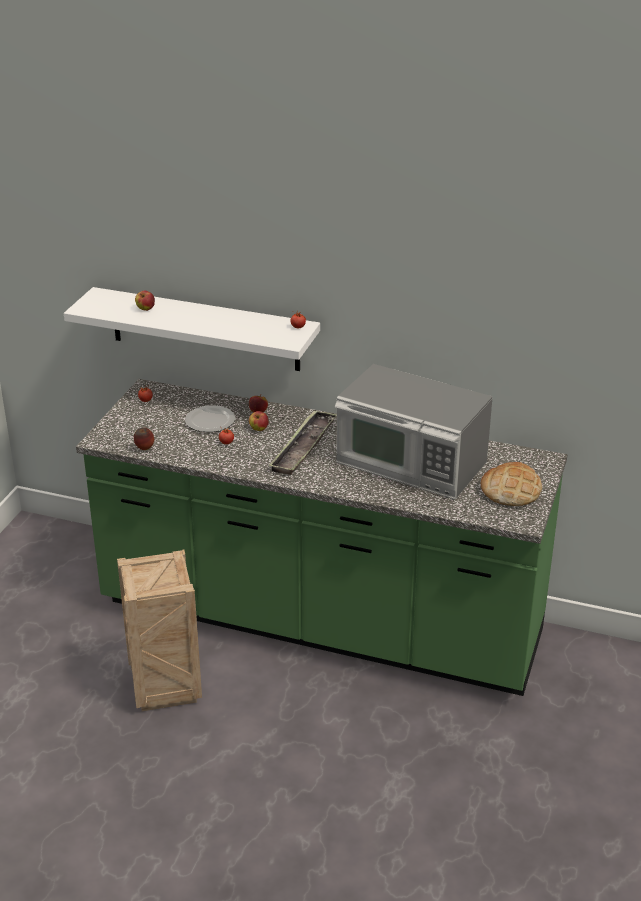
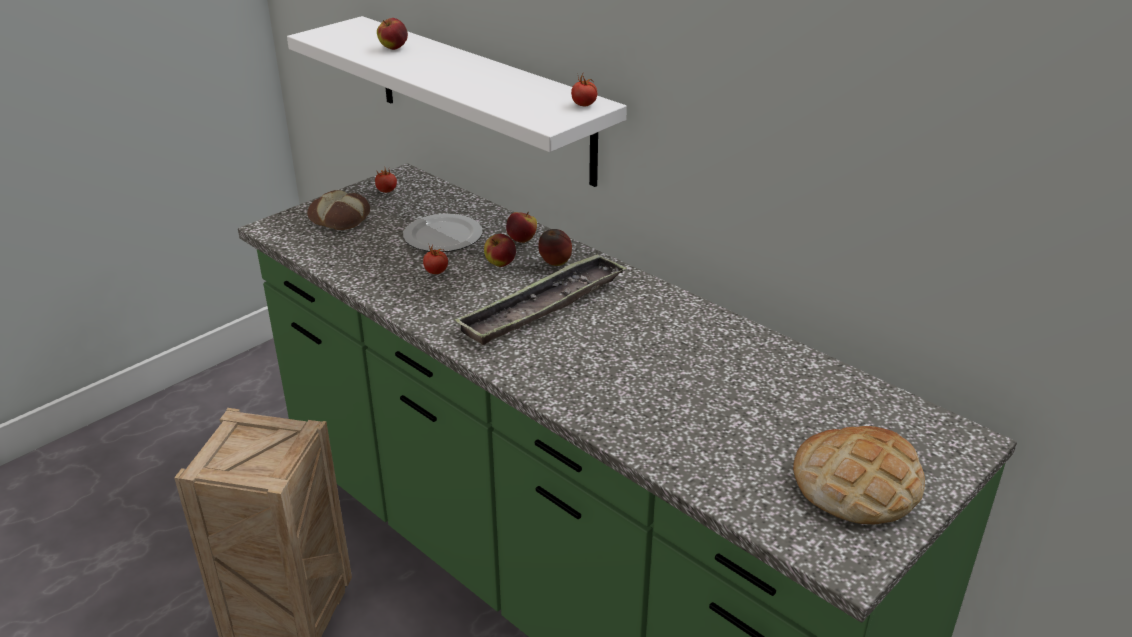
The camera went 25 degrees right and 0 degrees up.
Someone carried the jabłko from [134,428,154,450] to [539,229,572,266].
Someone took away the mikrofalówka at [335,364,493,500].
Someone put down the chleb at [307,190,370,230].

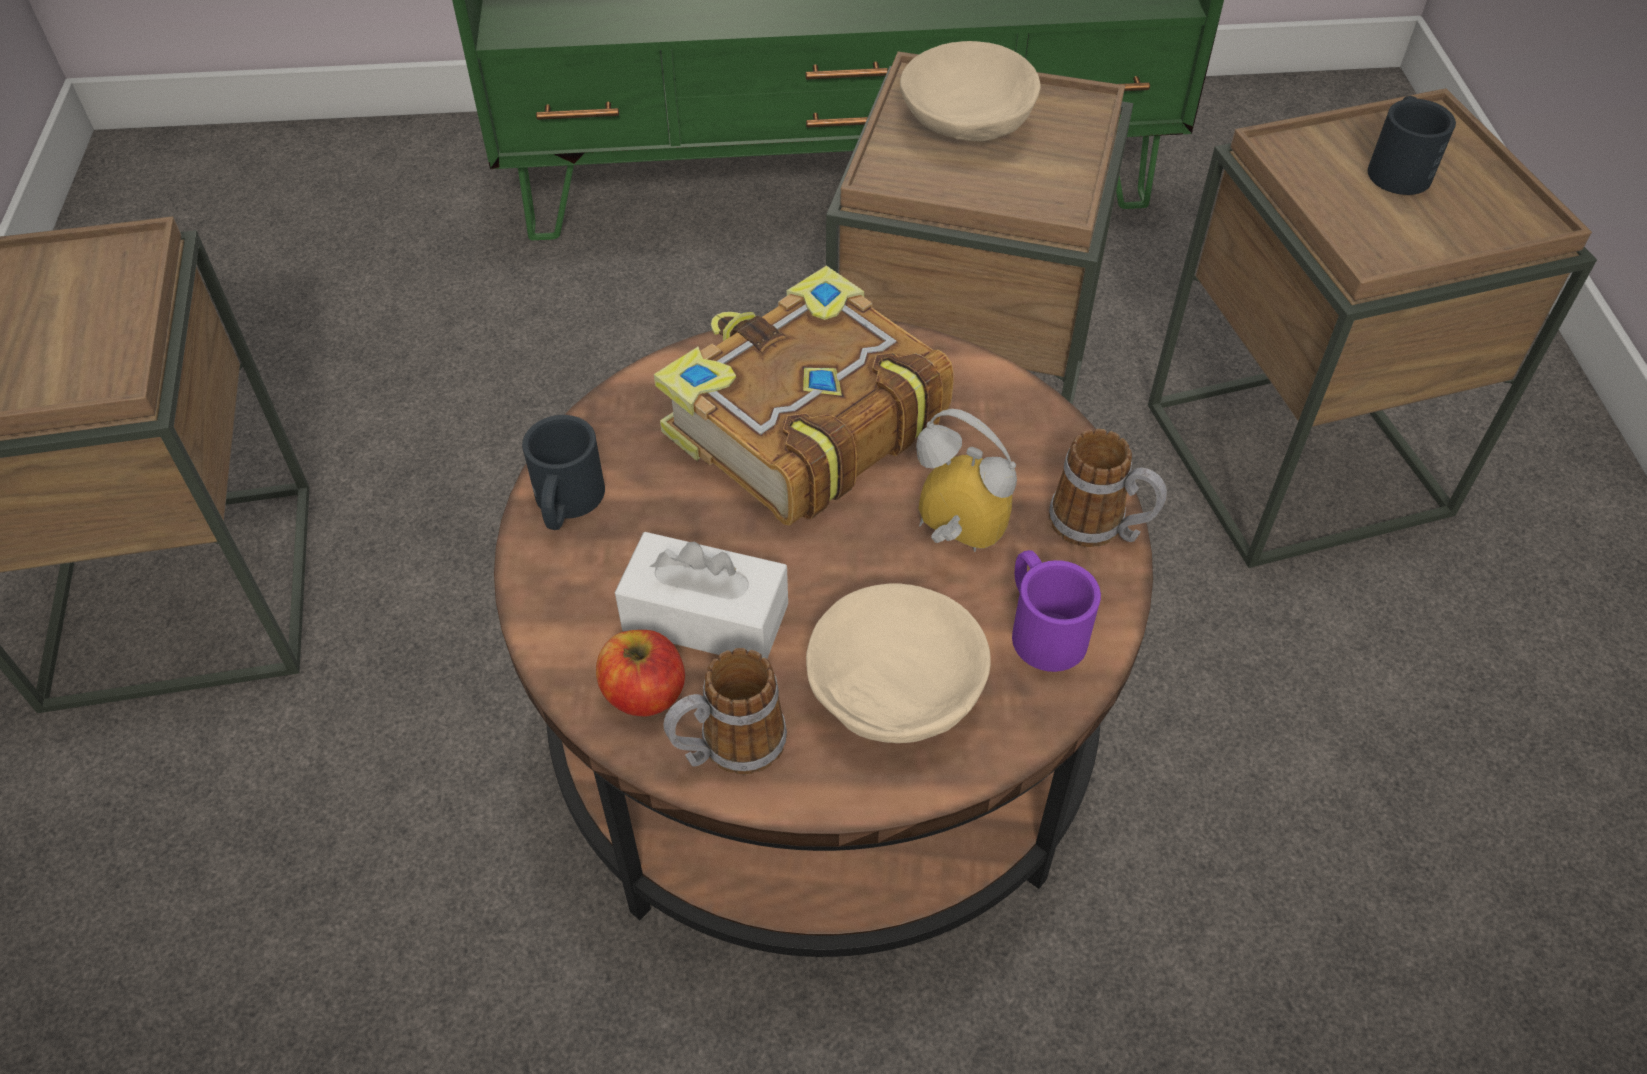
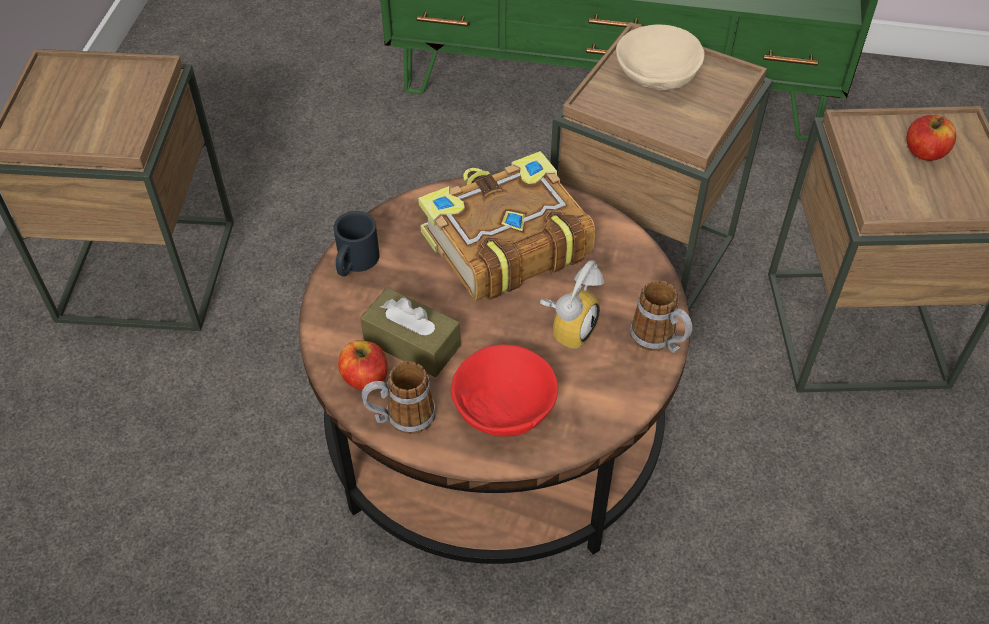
The camera went 15 degrees right and 0 degrees up.
Someone repainted the pudełko chusteczek/biały at [615,532,788,659], which became the pudełko chusteczek/brązowy at [360,287,461,377].
Someone repainted the miska/beżowy at [806,583,991,743], which became the miska/czerwony at [451,345,558,437].
Someone rotated the budzik at [916,409,1017,552] by 75 degrees clockwise.
Someone took away the kubek/fioletowy at [1012,550,1101,672].
Someone swapped the kubek/czarny at [1368,96,1456,195] for the jabłko at [906,115,956,161].

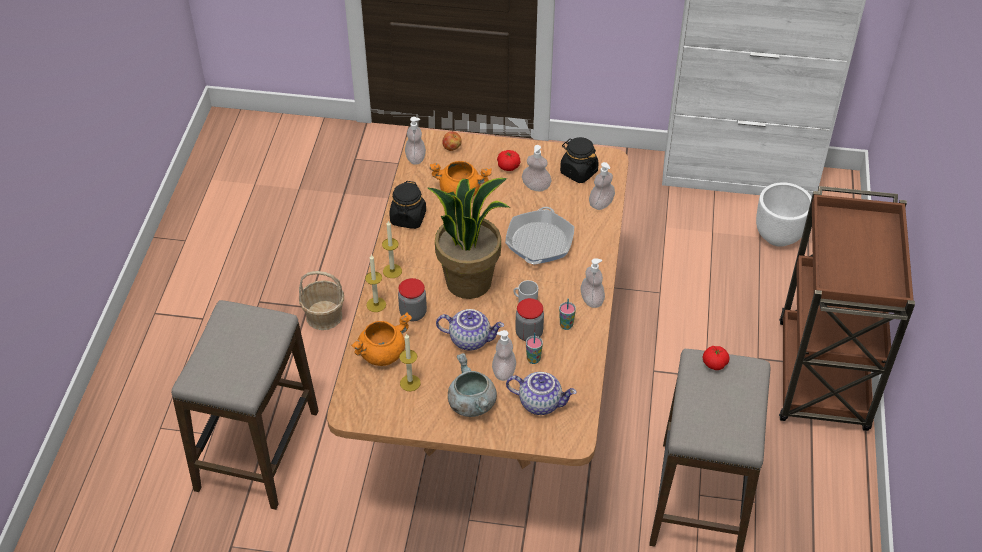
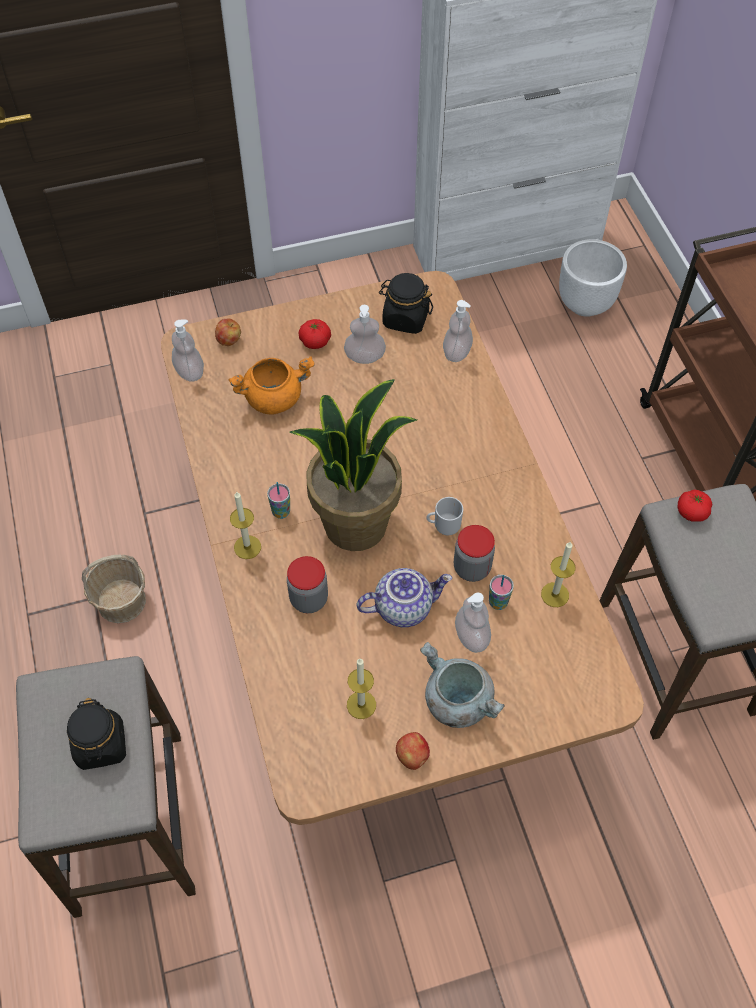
The camera went 25 degrees left and 10 degrees up.
Someone took away the garnek/pomarańczowy at [351,312,412,366].
Someone carried the świeca from [365,254,386,312] to [541,542,576,607].
Someone carried the słoik/czarny from [390,181,426,229] to [67,698,126,770].
Someone took away the patelnia at [505,207,574,265].
Someone took away the imbryk at [506,372,577,415].
Someone carried the filiżanka from [559,299,576,330] to [267,482,290,519].
Someone took away the dozownik mydła at [580,258,605,308].
Someone put down the jabłko at [396,732,430,770].

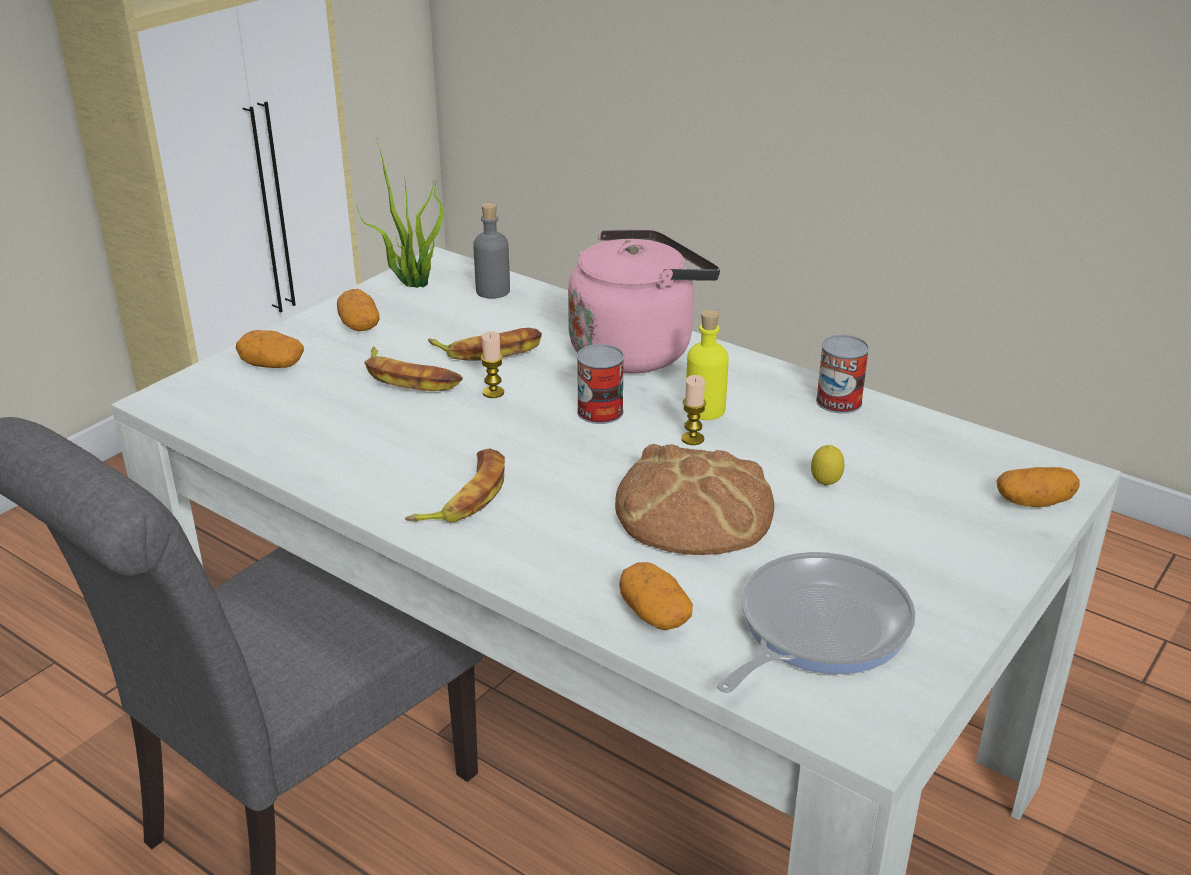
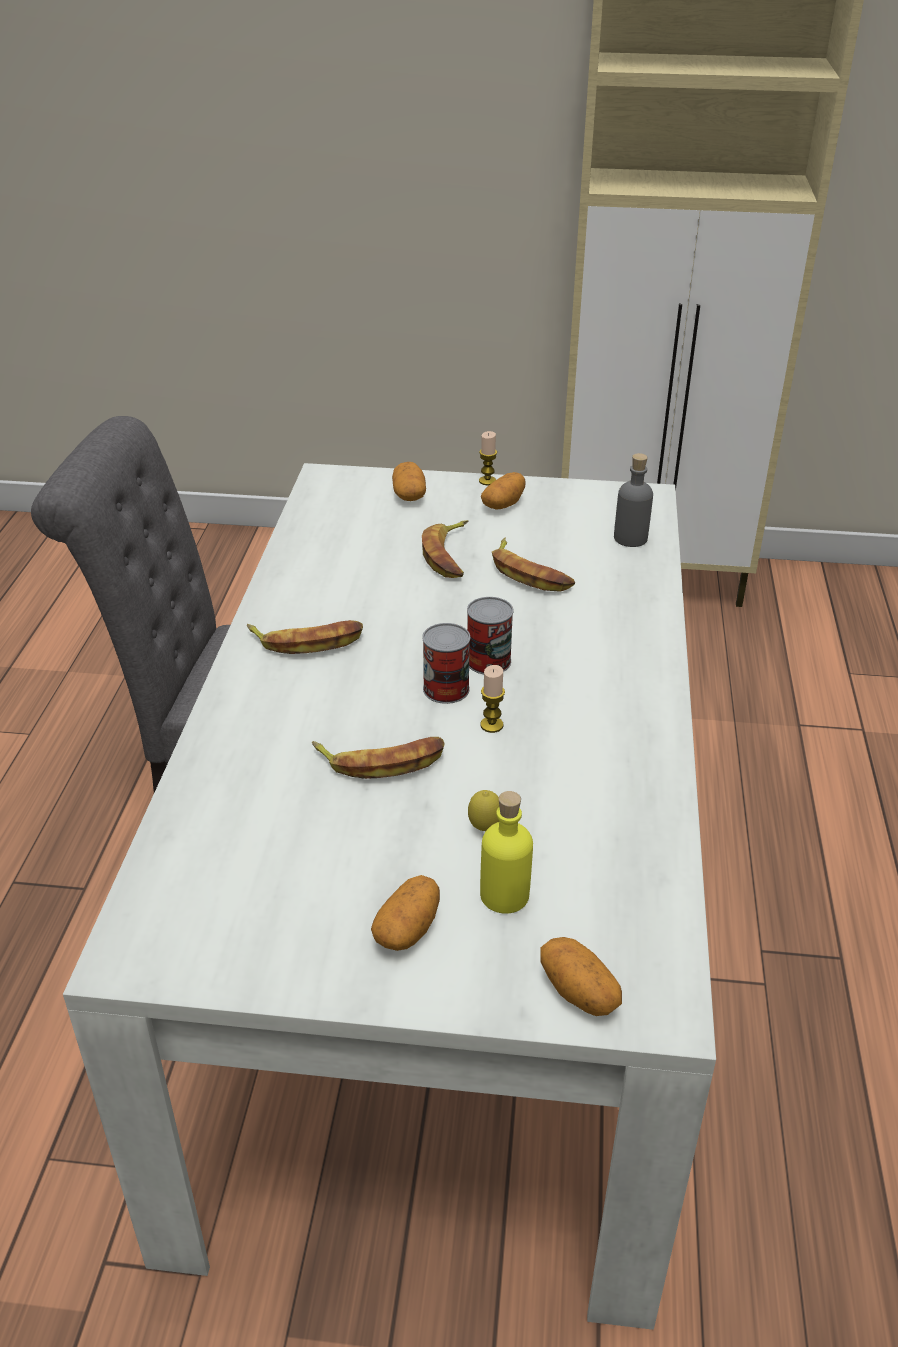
The camera went 60 degrees right and 5 degrees up.
Someone took away the roślina doniczkowa at [357,139,444,288].
Someone carried the świeca from [481,331,504,398] to [479,431,497,485].
Someone took away the czajnik/różowy at [568,229,720,373].
Someone swapped the chleb at [615,444,774,555] for the banan at [312,737,445,779].
Someone carried the ziemniak from [619,562,693,630] to [371,875,440,951].
Someone carried the butelka/żółty from [685,310,729,420] to [480,791,533,914].
Someone took away the patelnia at [717,552,915,693].
Someone carried the puszka from [816,335,869,414] to [422,623,470,704].

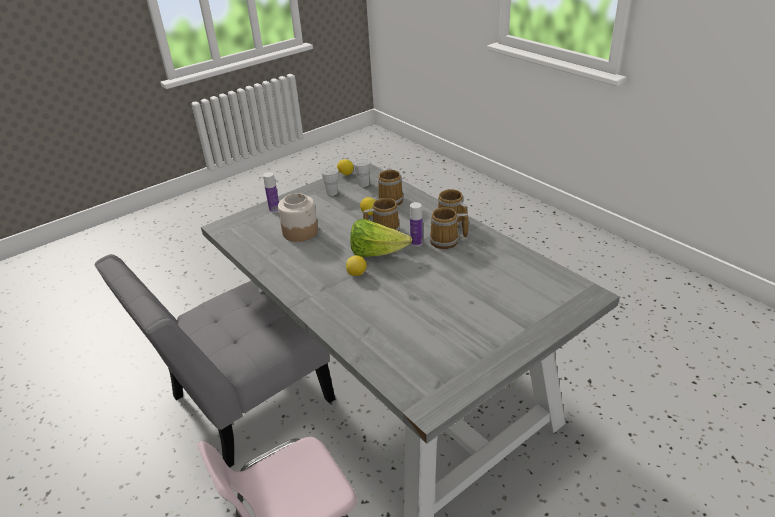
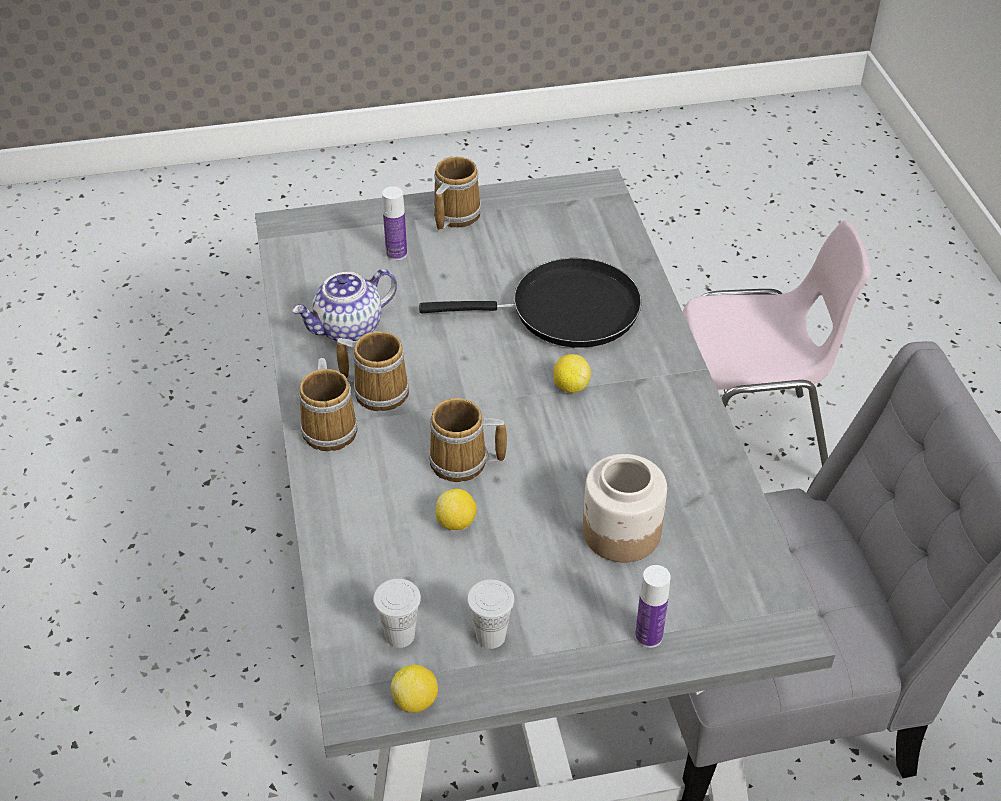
The camera went 155 degrees left and 10 degrees up.
Someone took away the sałata at [350,219,412,257].
Someone carried the kubek from [378,168,404,205] to [433,156,482,230].
Someone carried the butelka from [410,202,423,246] to [382,186,407,261].
Someone put down the imbryk at [292,269,397,341].
Someone put down the patelnia/czarny at [419,258,642,348].

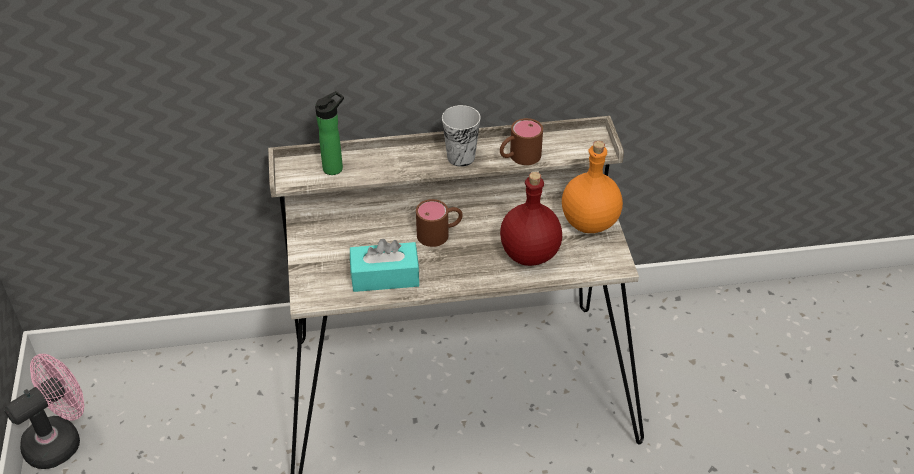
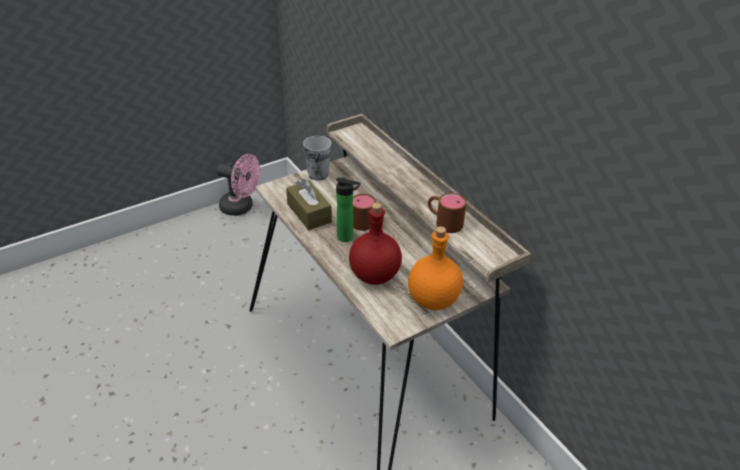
The camera went 65 degrees right and 5 degrees down.
Someone carried the butelka from [315,91,344,175] to [336,177,360,242].
Someone repainted the pudełko chusteczek/turkusowy at [350,239,420,292], which became the pudełko chusteczek/brązowy at [286,179,332,230].
Someone carried the filiżanka from [442,105,481,167] to [303,136,331,180].

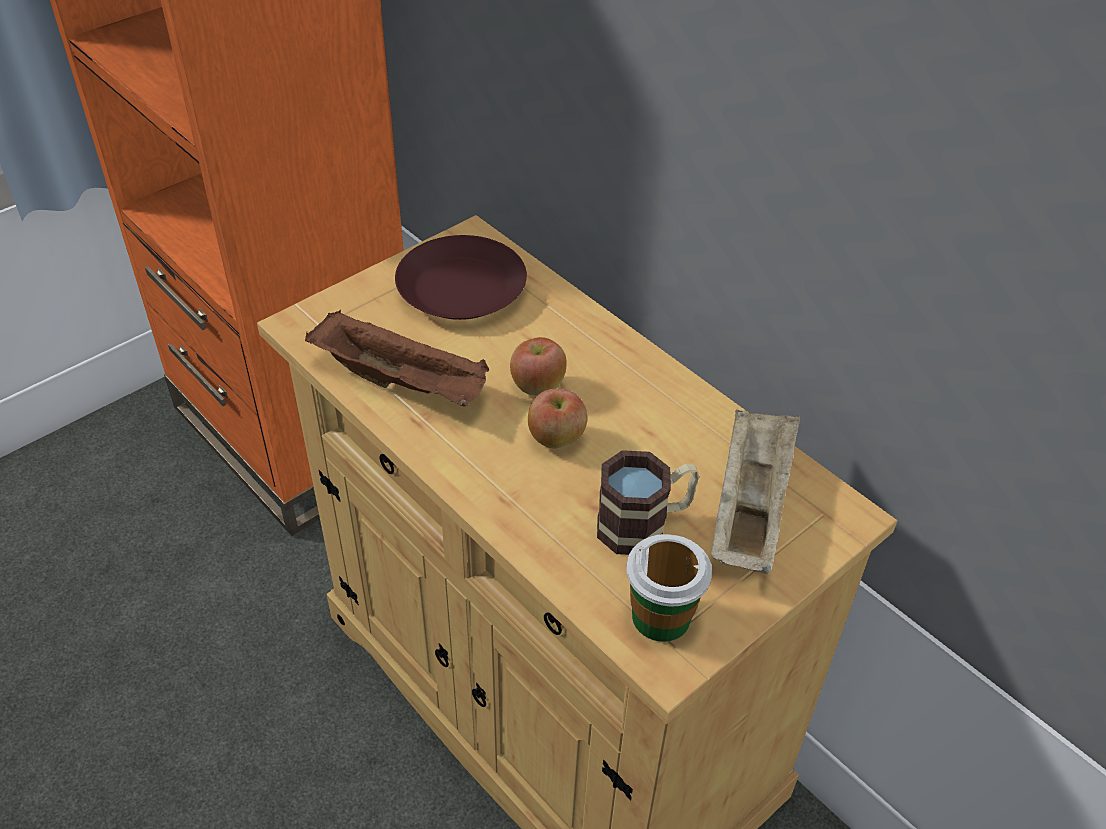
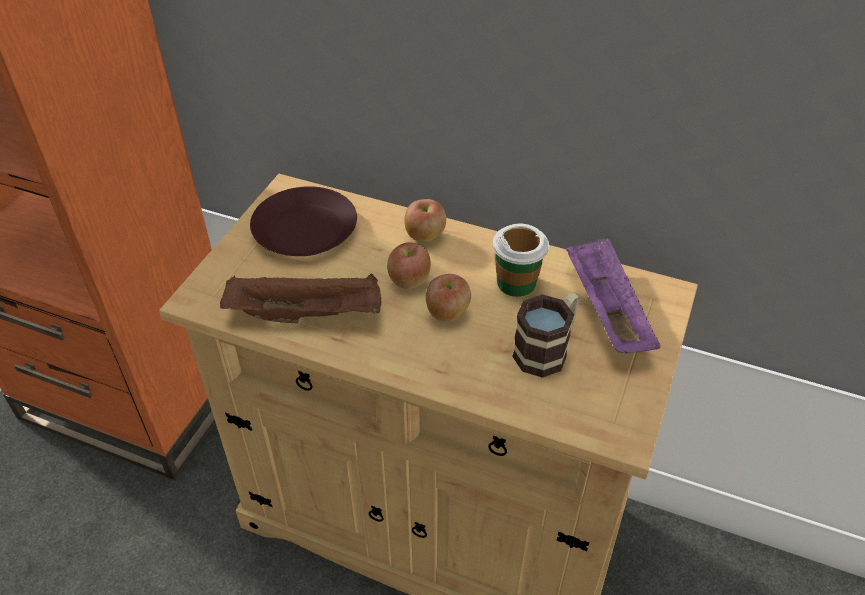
The camera went 25 degrees left and 0 degrees up.
Someone carried the filiżanka from [626,534,712,642] to [493,223,549,297].
Someone repainted the taca/beżowy at [710,409,800,574], which became the taca/fioletowy at [566,236,661,354].
Someone put down the jabłko at [404,199,446,243].

